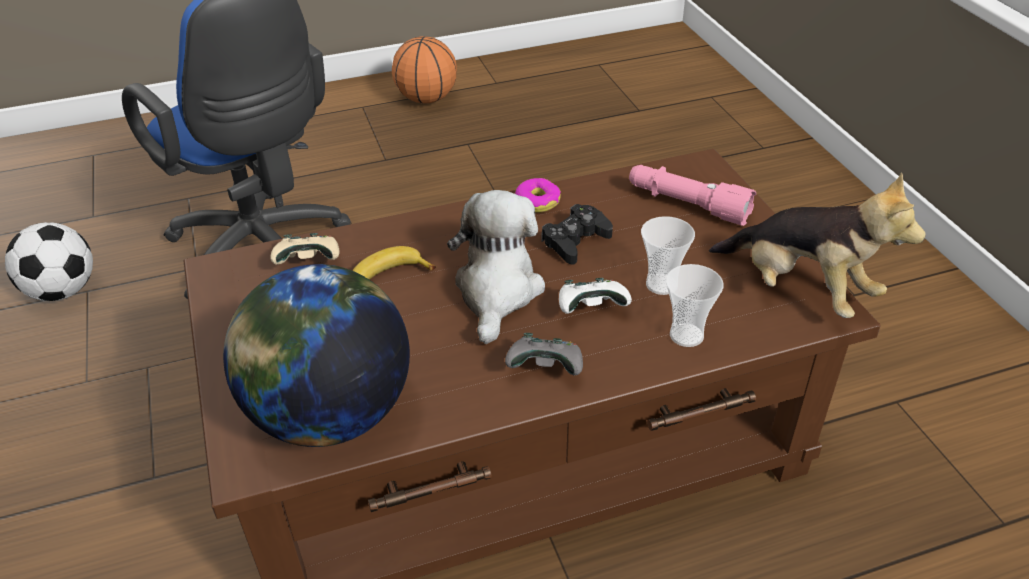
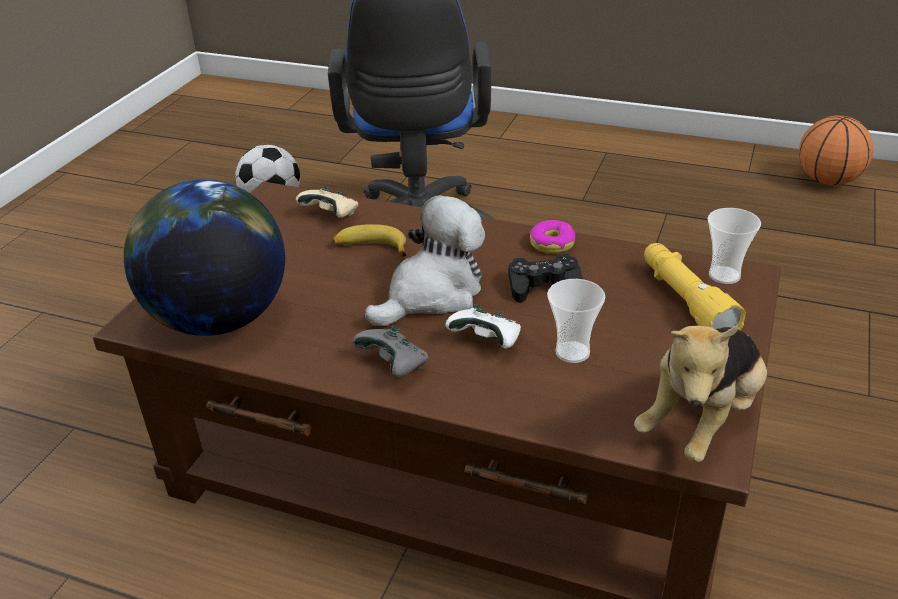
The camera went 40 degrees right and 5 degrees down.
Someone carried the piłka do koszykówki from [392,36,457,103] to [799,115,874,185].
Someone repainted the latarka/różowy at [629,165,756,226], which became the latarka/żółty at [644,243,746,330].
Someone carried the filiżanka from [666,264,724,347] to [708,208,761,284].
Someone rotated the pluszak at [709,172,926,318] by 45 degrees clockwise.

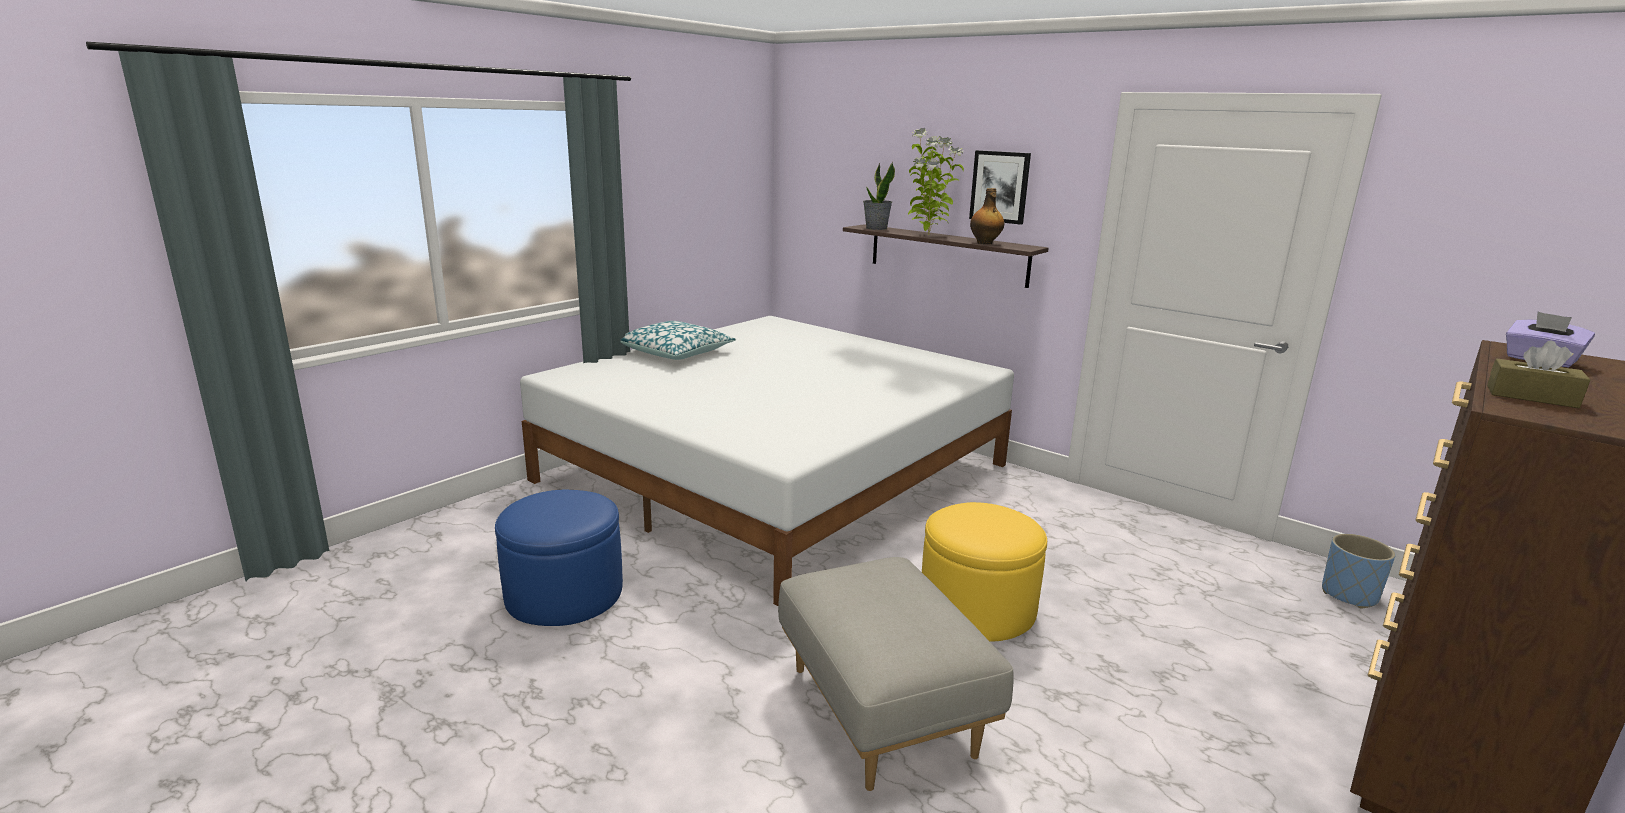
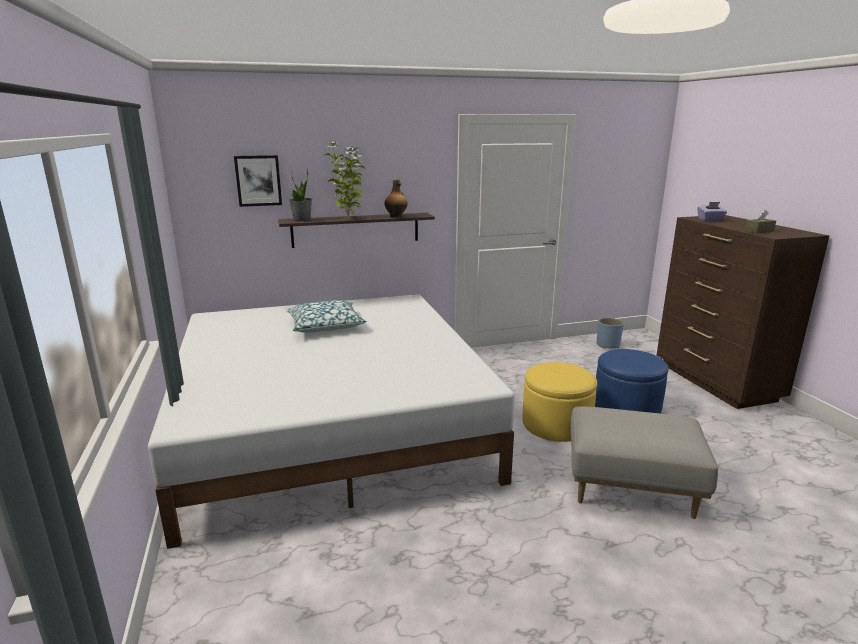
The camera went 55 degrees left and 0 degrees up.
Someone carried the pufa/niebieski from [495,490,623,626] to [595,349,669,414].
Someone carried the poduszka from [620,321,736,360] to [286,300,367,333].
Someone carried the obraz from [969,150,1031,225] to [234,155,282,207].

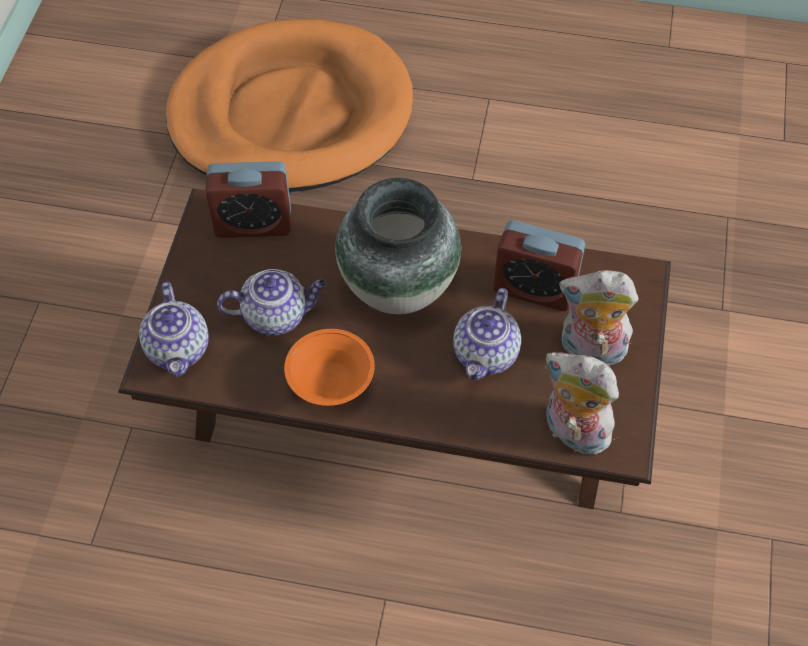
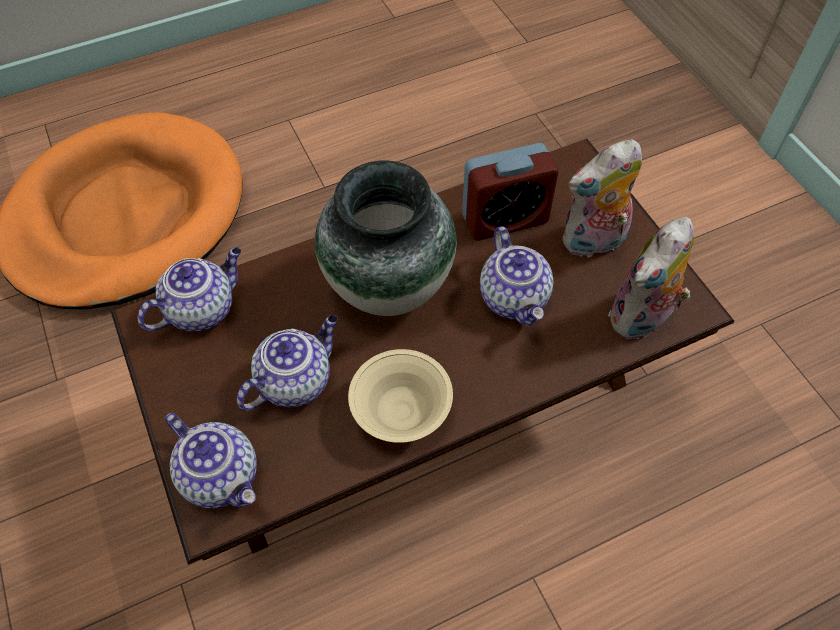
The camera went 35 degrees left and 0 degrees up.
Someone swapped the budzik at [205,161,291,238] for the imbryk at [138,247,241,332].
Someone repainted the miska/pomarańczowy at [284,329,375,406], which became the miska/beżowy at [348,349,453,443].
Someone rotated the pluszak at [545,352,619,455] by 45 degrees counterclockwise.

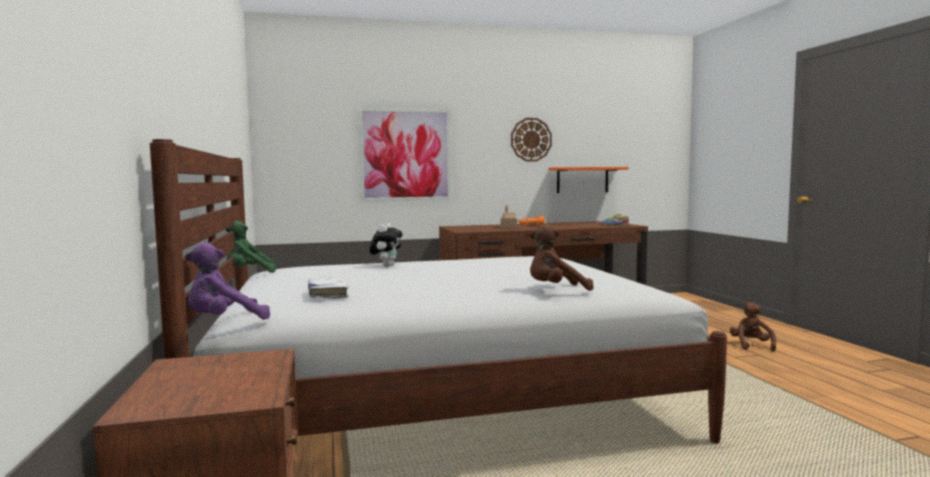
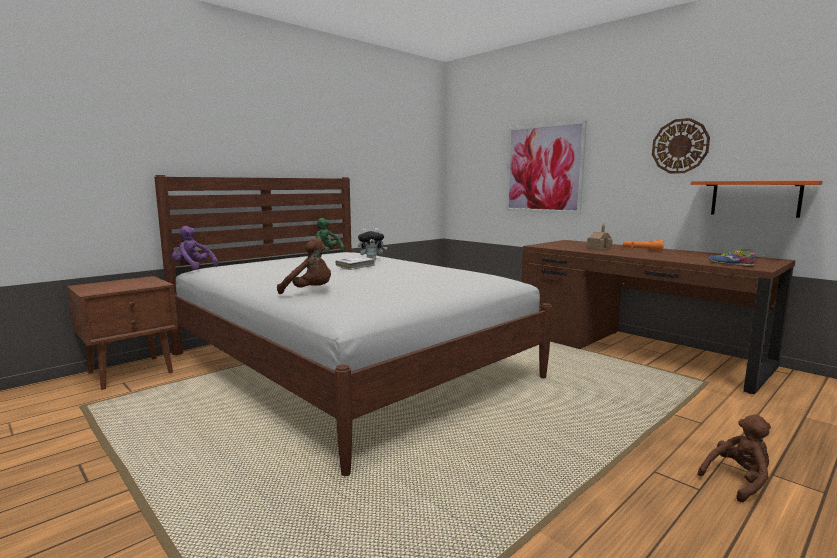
The camera went 60 degrees right and 5 degrees up.
Someone carried the książka/biały from [308,277,349,299] to [336,257,375,270].
Someone rotated the pluszak/brązowy at [530,224,594,291] by 150 degrees clockwise.

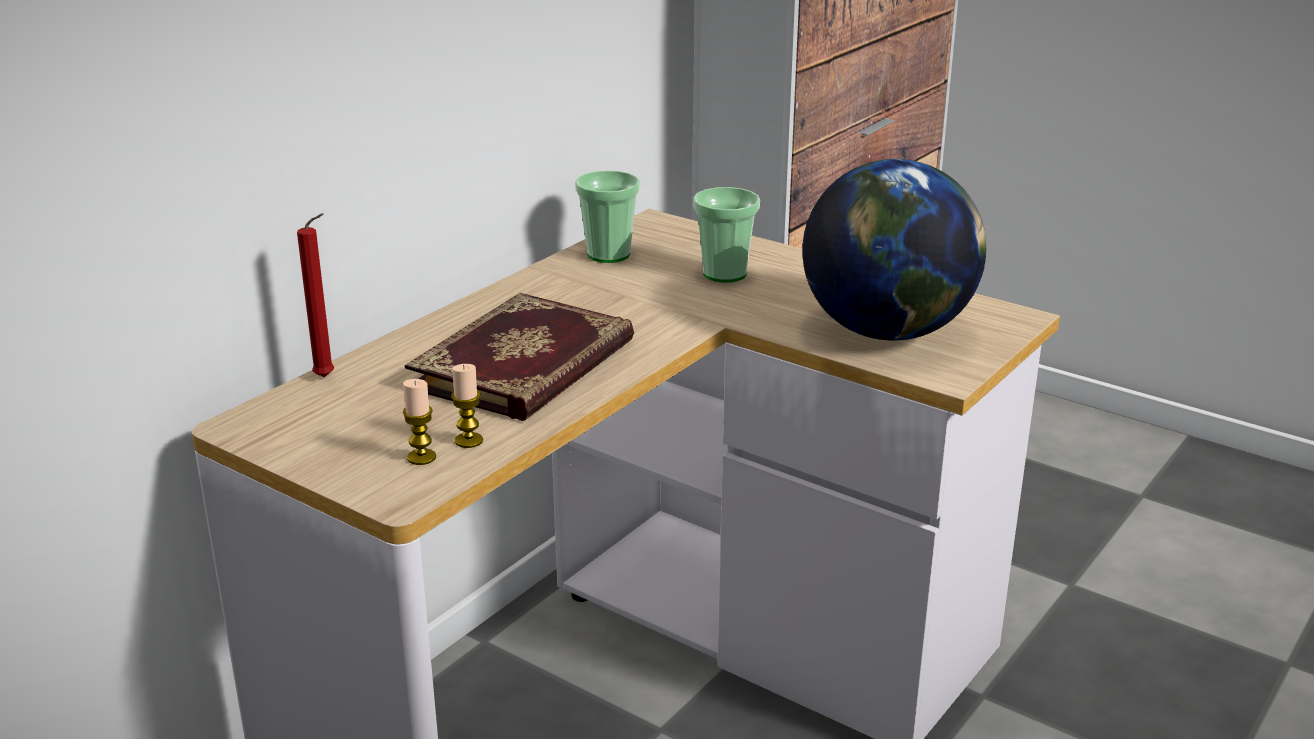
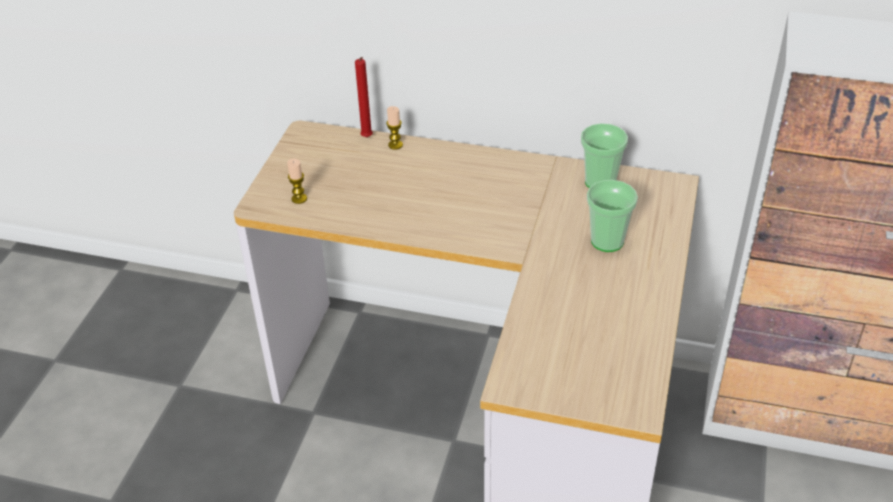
The camera went 70 degrees right and 15 degrees up.
Someone took away the książka at [405,293,634,421].
Someone carried the świeca from [451,364,483,448] to [386,106,403,150].
Someone took away the globus at [802,159,986,340].

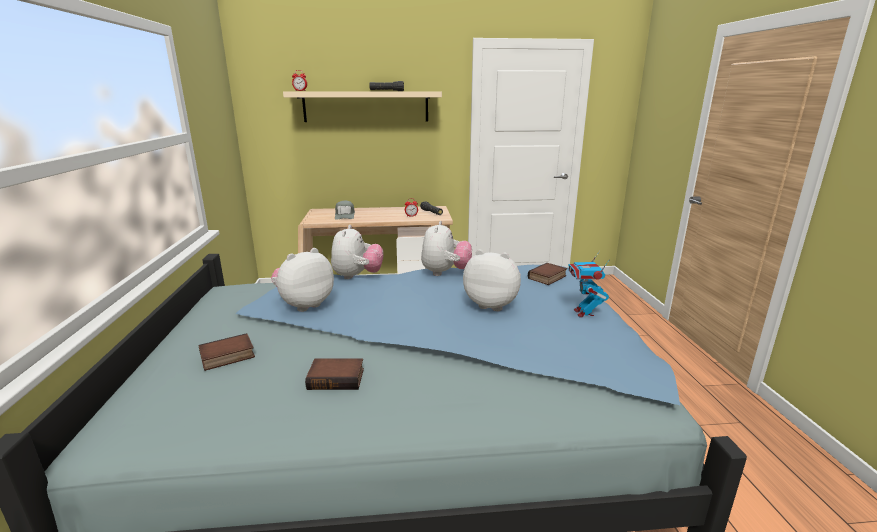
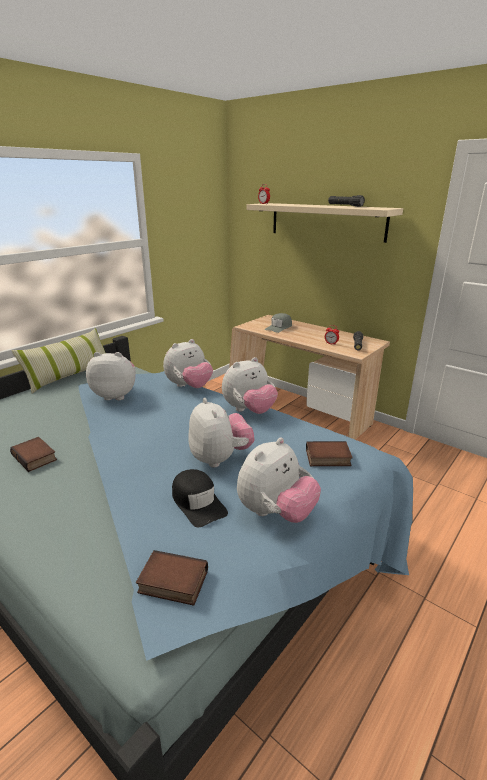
The camera went 45 degrees right and 5 degrees up.
Someone carried the książka from [198,333,255,371] to [136,550,208,606].
Someone swapped the robot zabawkowy at [569,251,610,317] for the pluszak at [237,438,321,523].
Someone put down the poduszka at [11,328,105,394].
Someone put down the czapka z daszkiem/czarny at [172,469,228,528].

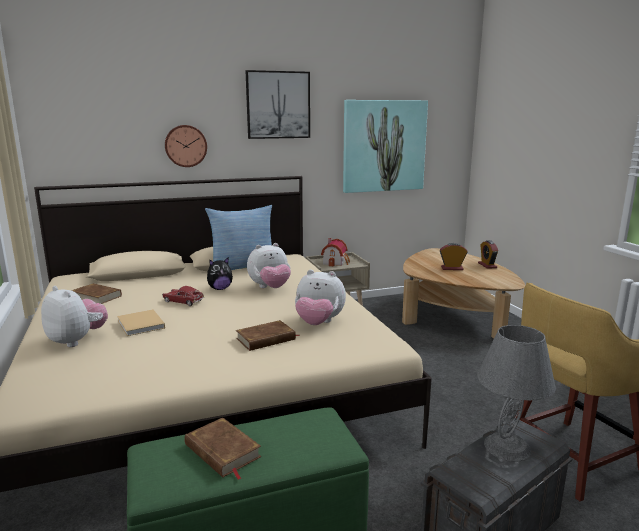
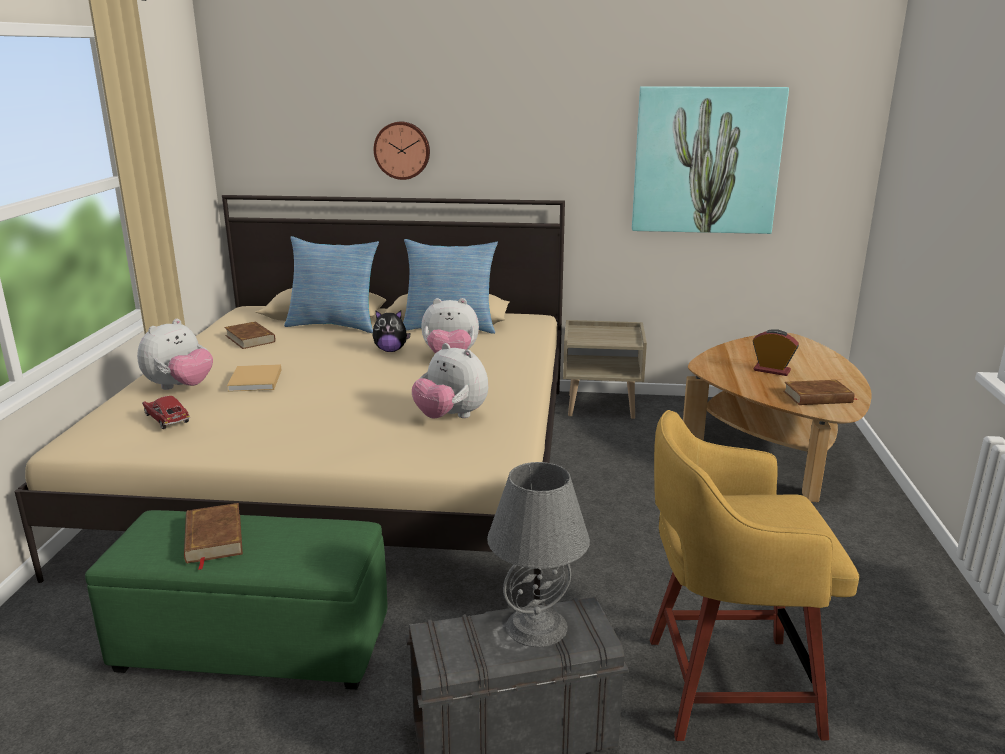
The camera went 25 degrees right and 5 degrees up.
Someone rotated the pluszak at [41,286,108,347] by 60 degrees clockwise.
Someone carried the samochodzik from [162,286,204,306] to [142,396,190,429].
Someone carried the książka/brązowy from [236,320,300,351] to [784,380,858,405].
Someone took away the obraz at [245,70,310,139].
Someone took away the domek at [321,238,350,267].
Someone took away the budzik at [478,240,498,269].
Someone put down the poduszka at [284,236,379,333].

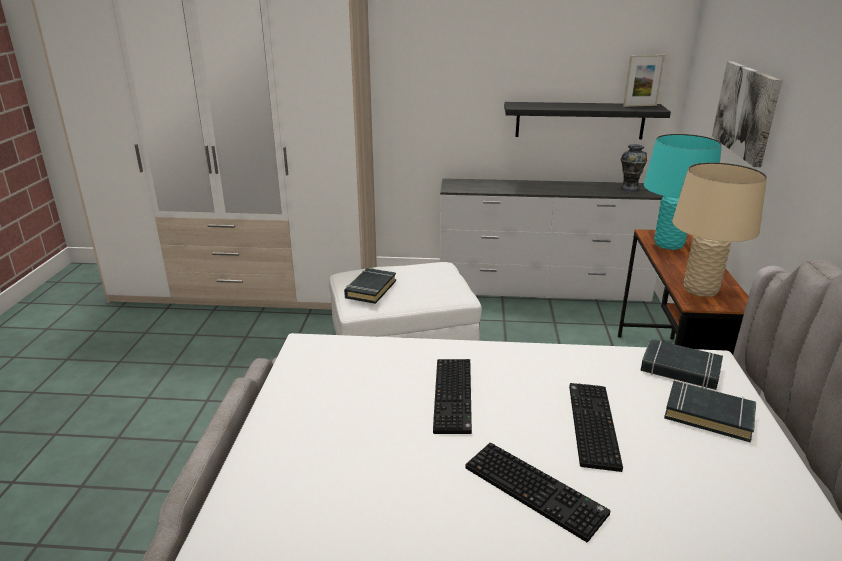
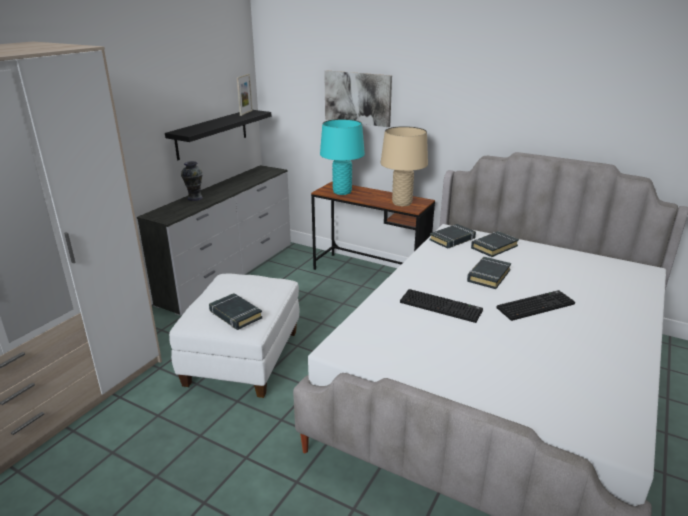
The camera went 65 degrees left and 0 degrees up.
Someone swapped the klawiatura at [569,383,623,472] for the książka/czarny at [467,257,511,289].
Someone carried the wazon from [621,144,647,192] to [181,161,203,201].

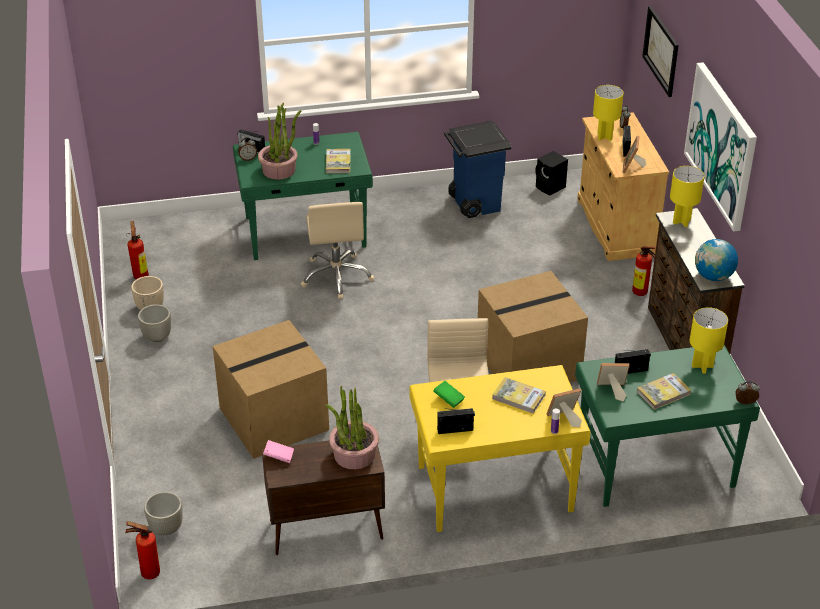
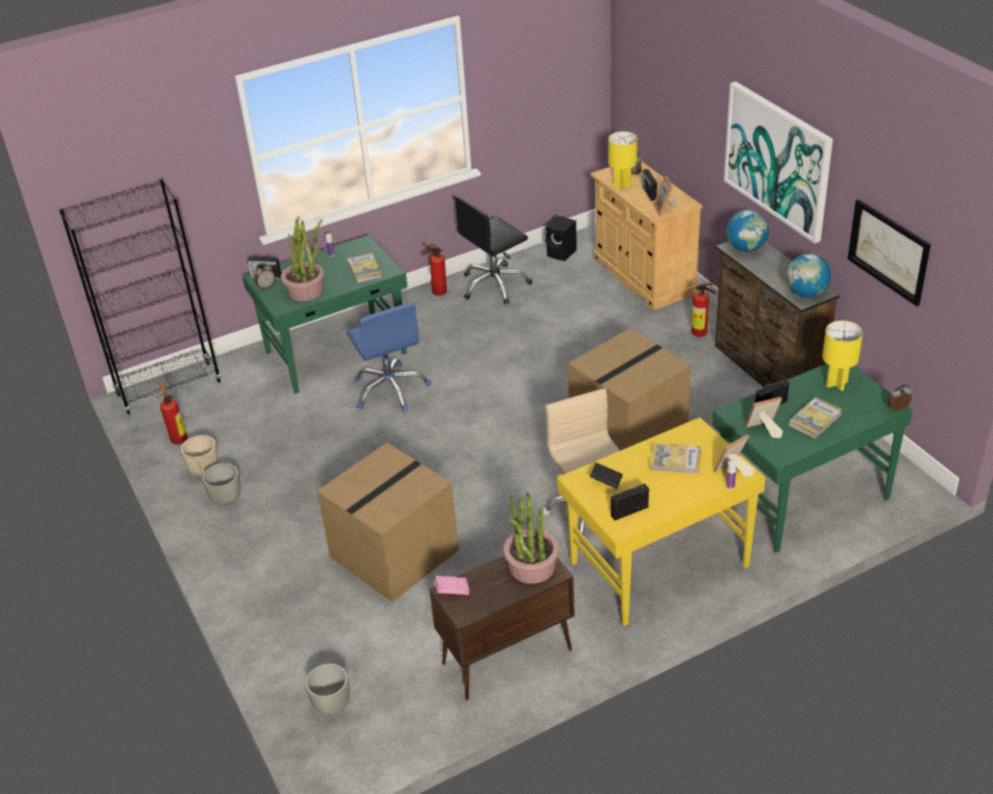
The camera went 15 degrees left and 0 degrees up.
Someone carried the gaśnica from [125,521,160,579] to [422,244,447,296].
Someone repainted the krzesło biurowe/beżowy at [301,202,374,299], which became the krzesło biurowe/niebieski at [347,302,431,412].
Someone repainted the książka/zielony at [433,381,465,408], which became the książka/czarny at [590,463,623,489].
Someone swapped the kosz na śmieci/niebieski at [444,121,511,218] for the krzesło biurowe/czarny at [454,196,532,305].
Someone carried the obraz from [642,6,679,97] to [848,199,931,306].
Someone swapped the lampa stołowa/żółty at [670,166,705,227] for the globus at [726,210,769,252].
Someone put down the regał/czarny at [59,179,222,415].

